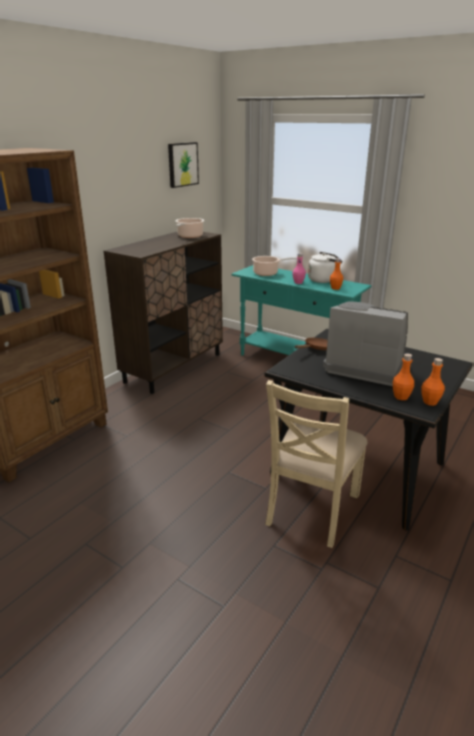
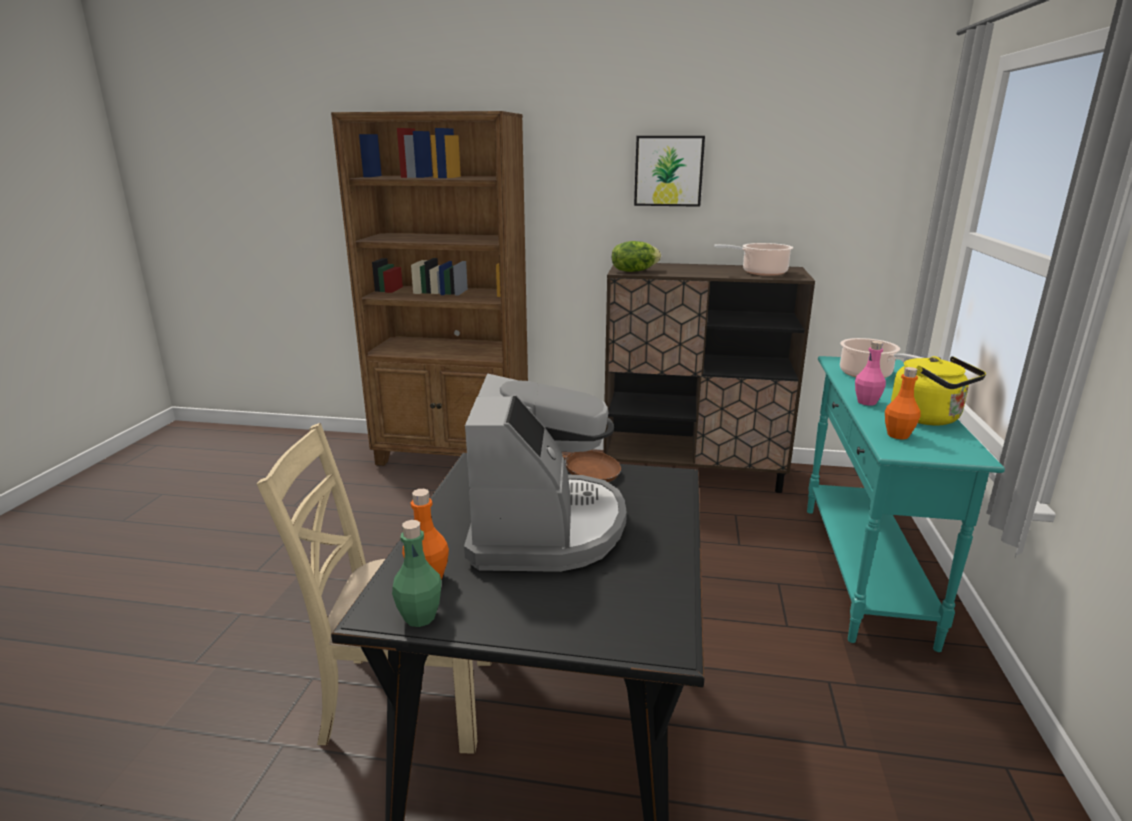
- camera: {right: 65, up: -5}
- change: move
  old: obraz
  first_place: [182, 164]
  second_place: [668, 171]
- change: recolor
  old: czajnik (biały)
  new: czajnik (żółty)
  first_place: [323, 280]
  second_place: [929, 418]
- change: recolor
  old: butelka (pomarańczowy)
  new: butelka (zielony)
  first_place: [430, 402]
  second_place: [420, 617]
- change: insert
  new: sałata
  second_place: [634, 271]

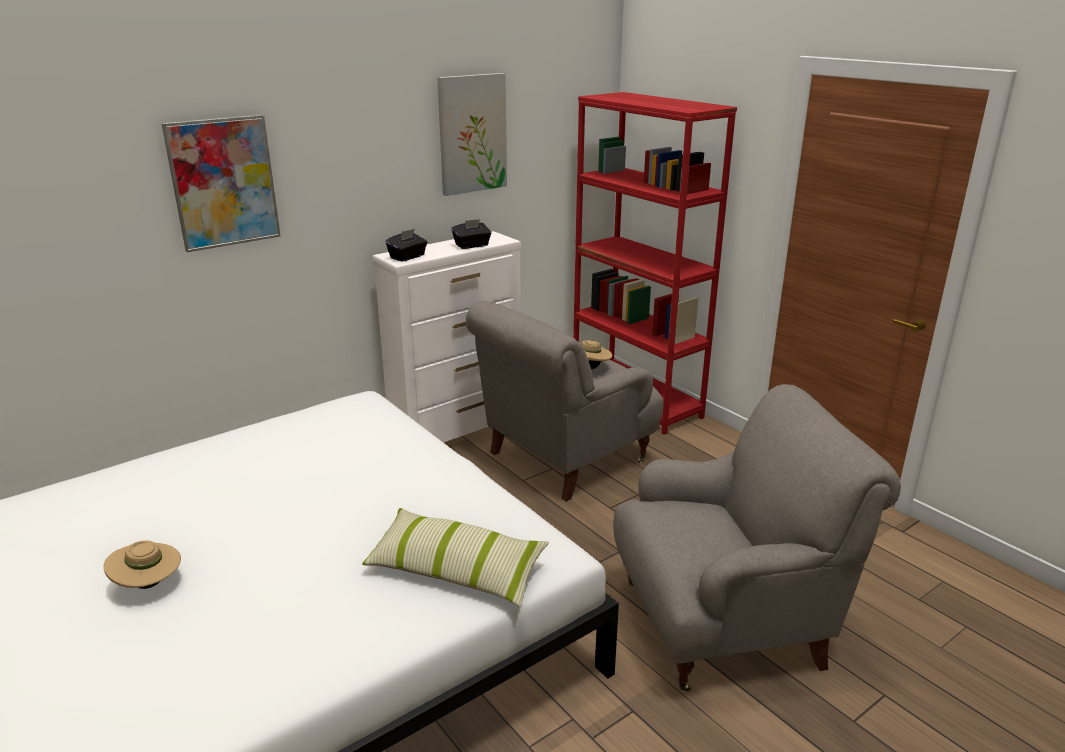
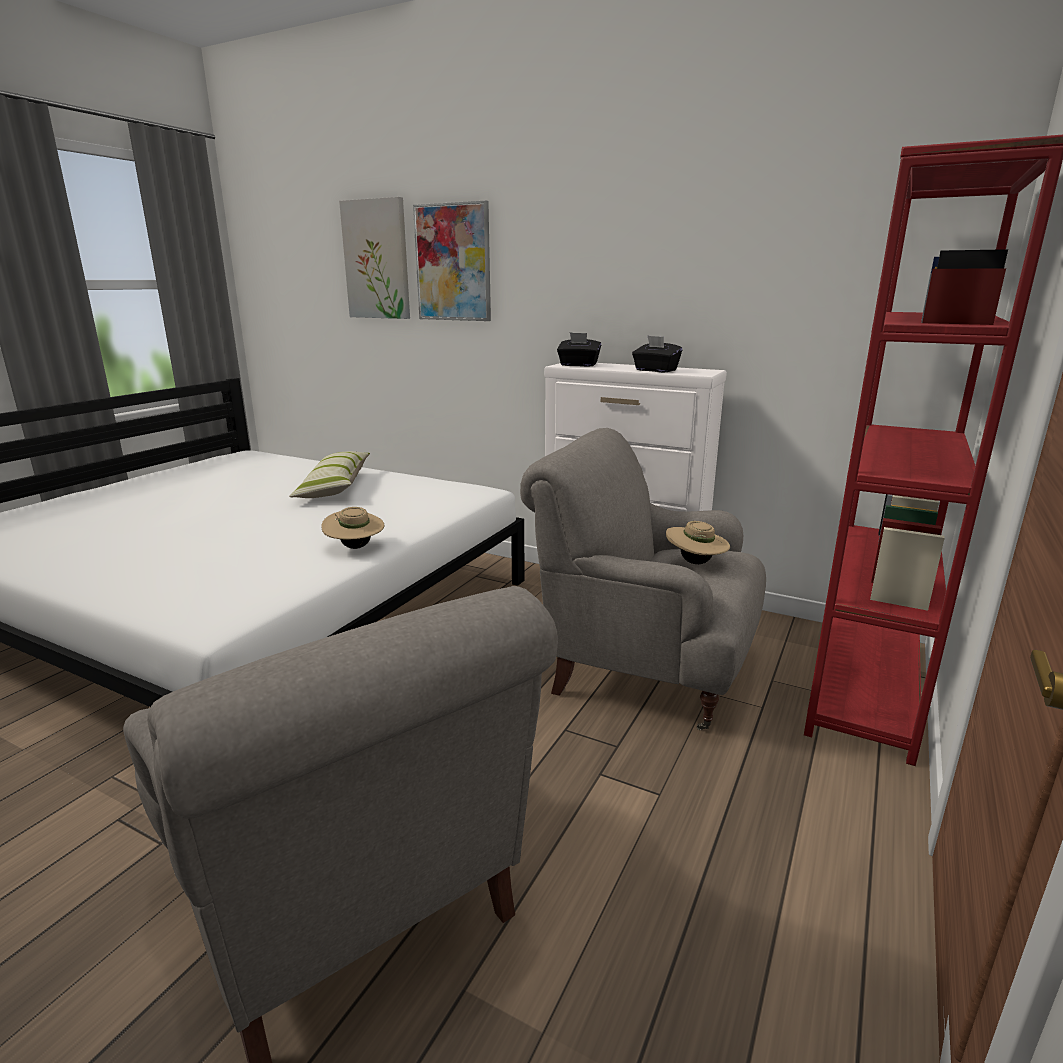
- camera: {right: 65, up: -5}
- change: move
  old: kapelusz (beżowy)
  first_place: [148, 584]
  second_place: [355, 547]
- change: move
  old: poduszka
  first_place: [456, 570]
  second_place: [334, 487]
- change: move
  old: obraz
  first_place: [472, 134]
  second_place: [377, 260]

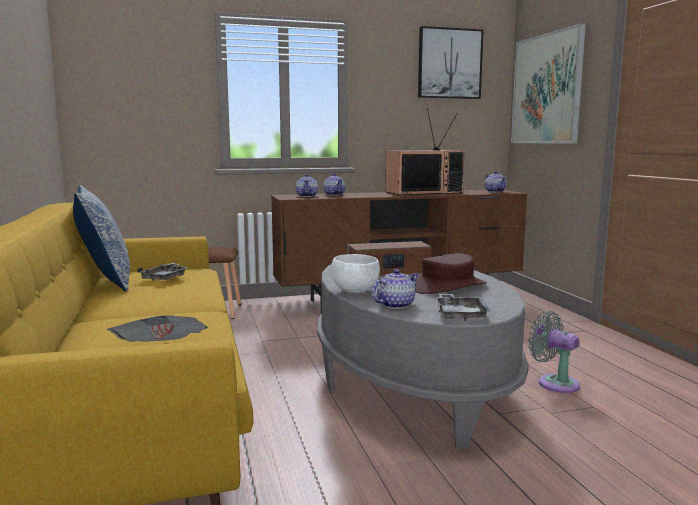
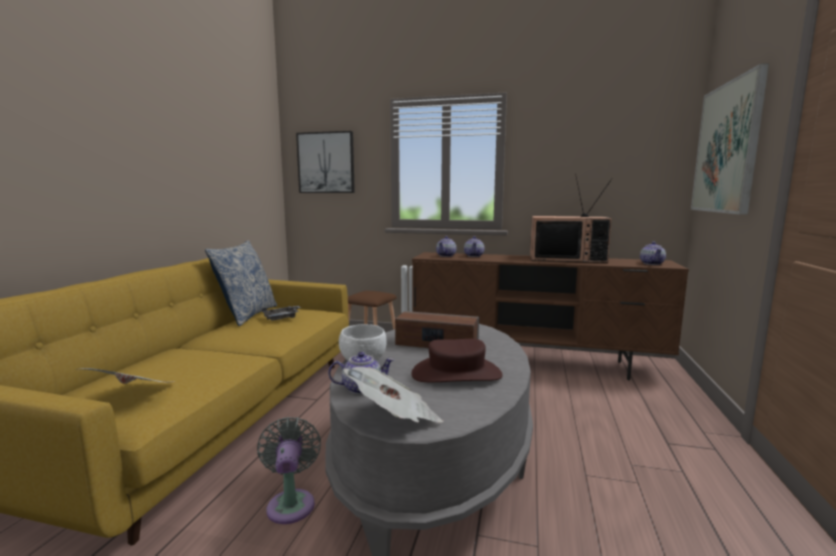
- camera: {right: 30, up: 0}
- change: move
  old: obraz
  first_place: [449, 63]
  second_place: [326, 163]
- change: replace
  old: taca (szary)
  new: gazeta
  first_place: [460, 314]
  second_place: [395, 418]
- change: move
  old: wentylator (szary)
  first_place: [554, 383]
  second_place: [291, 503]

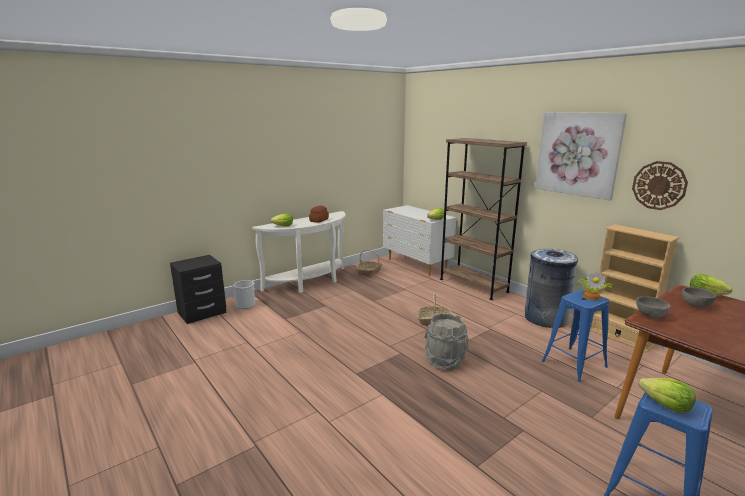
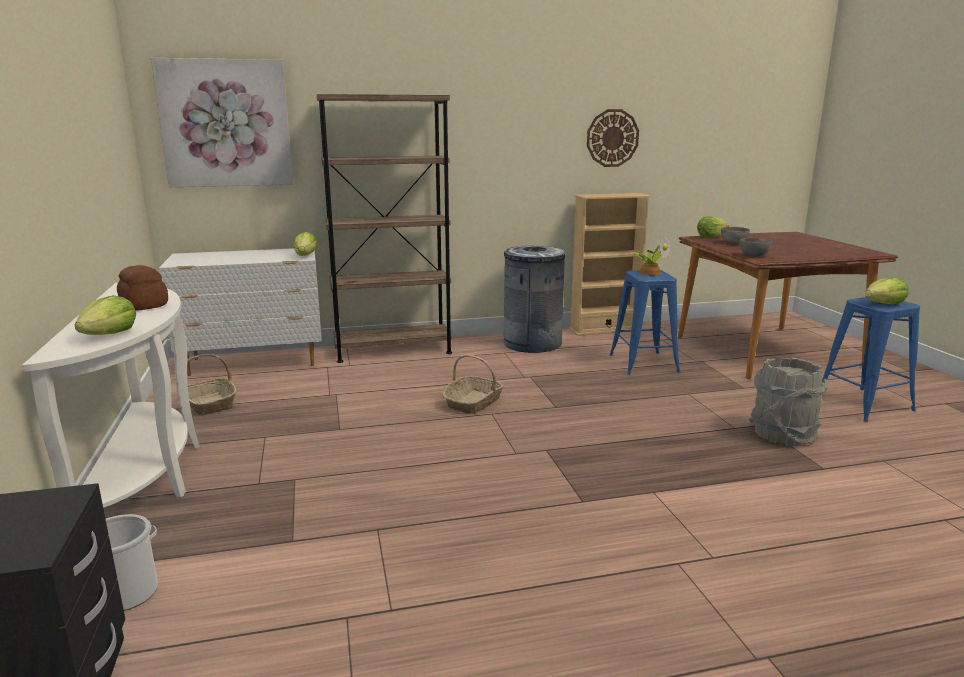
- camera: {right: -65, up: 0}
- change: move
  old: wiadro (szary)
  first_place: [445, 361]
  second_place: [782, 434]
- change: move
  old: obraz
  first_place: [577, 154]
  second_place: [226, 124]

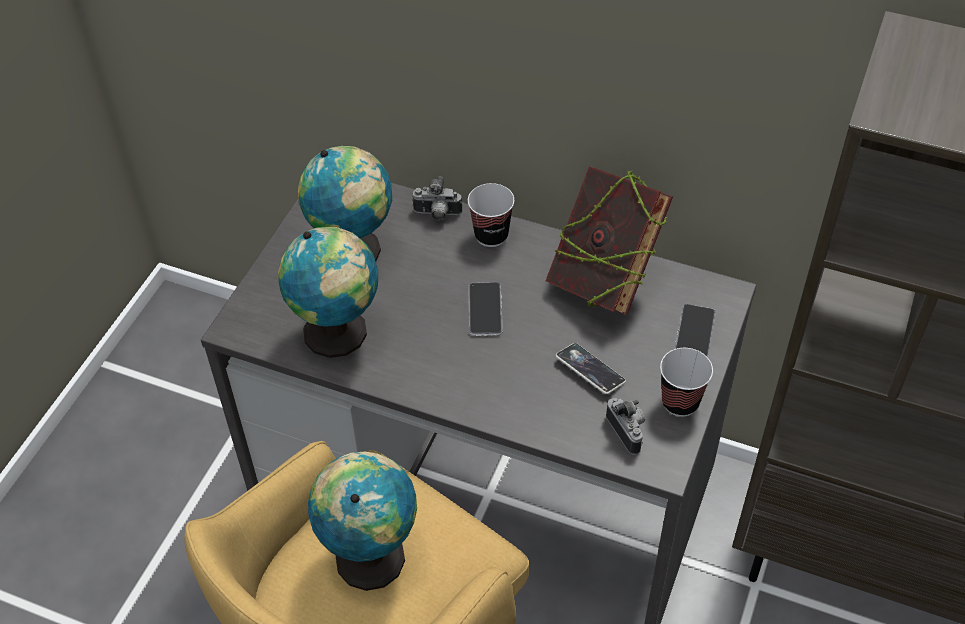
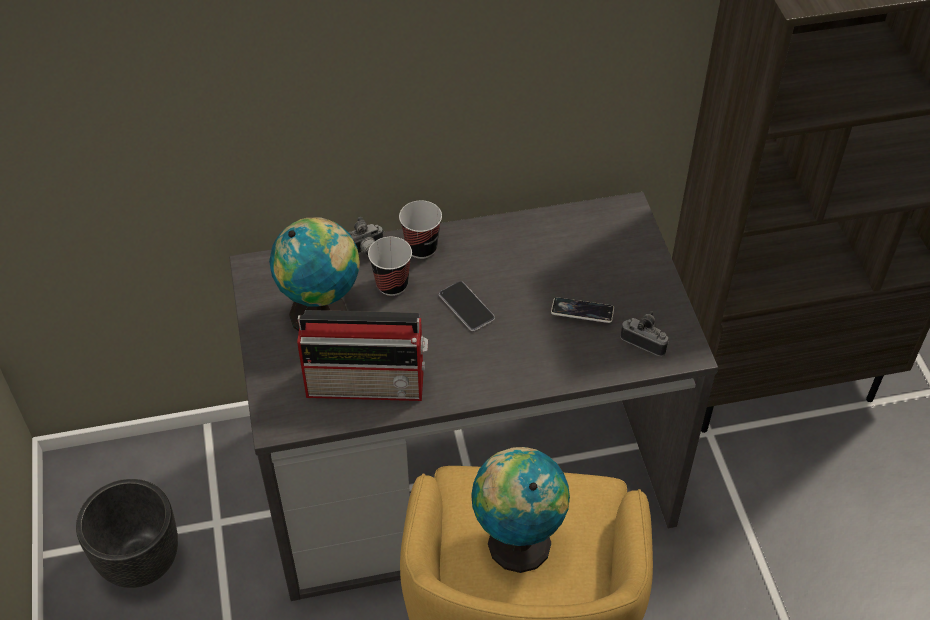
- camera: {right: -35, up: 0}
- change: replace
  old: globus
  new: radio
  first_place: [339, 334]
  second_place: [368, 384]
- change: delete
  old: książka
  first_place: [604, 280]
- change: move
  old: filiżanka
  first_place: [680, 402]
  second_place: [392, 284]
- change: delete
  old: telefon
  first_place: [694, 333]
- change: insert
  new: donica (czarny)
  second_place: [141, 559]

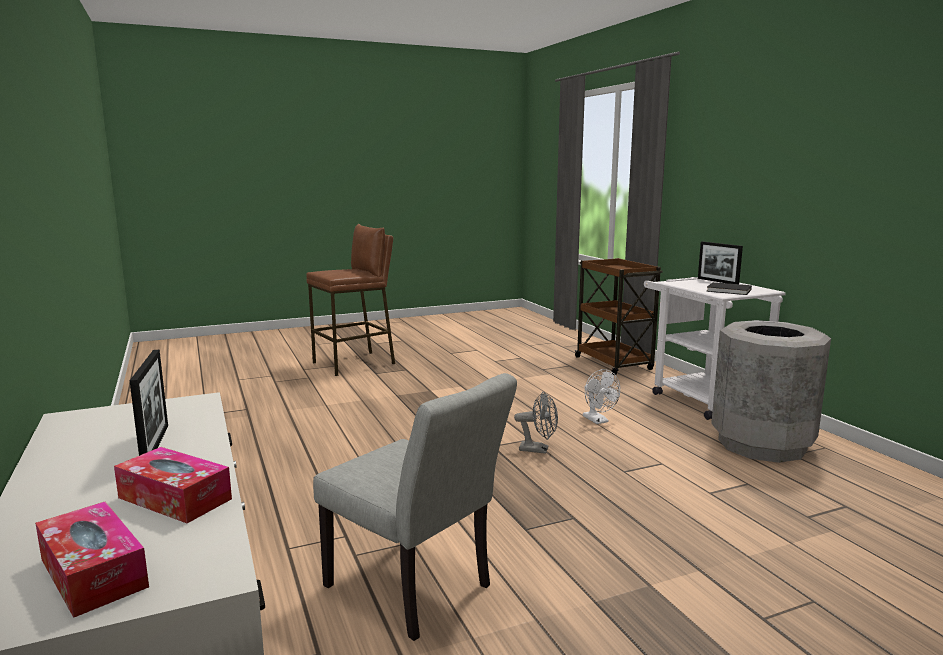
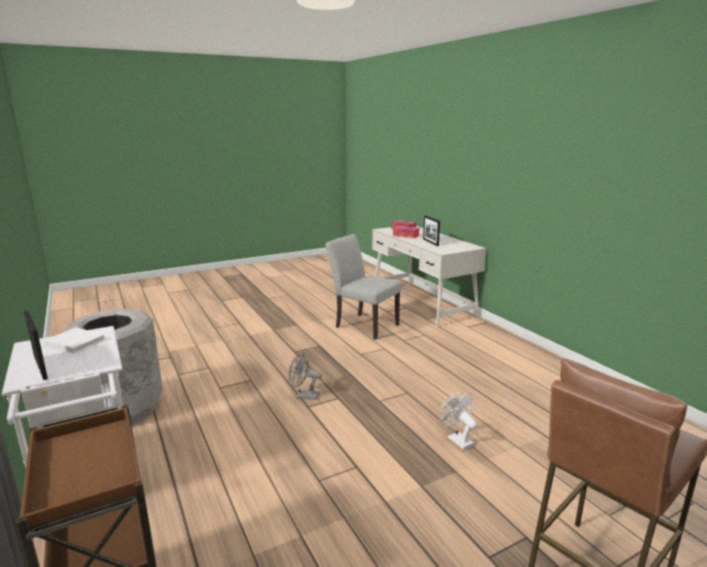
- camera: {right: 175, up: 5}
- change: move
  old: wentylator (biały)
  first_place: [598, 421]
  second_place: [457, 439]
- change: recolor
  old: książka (czarny)
  new: książka (biały)
  first_place: [730, 290]
  second_place: [74, 341]

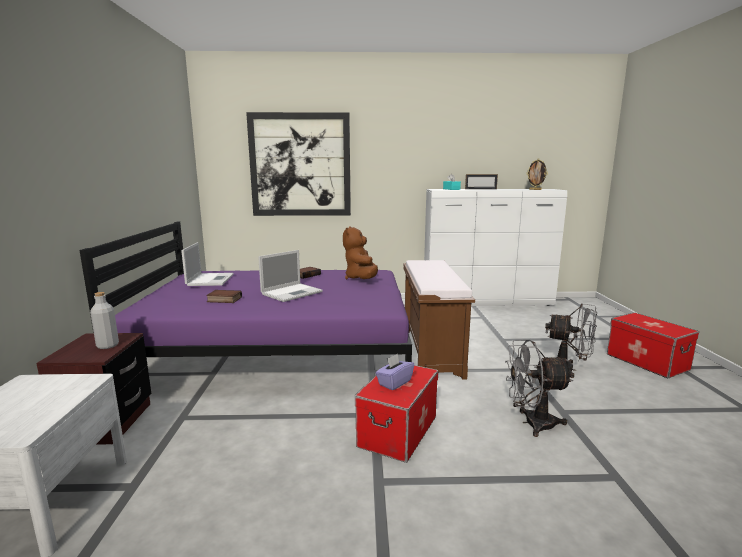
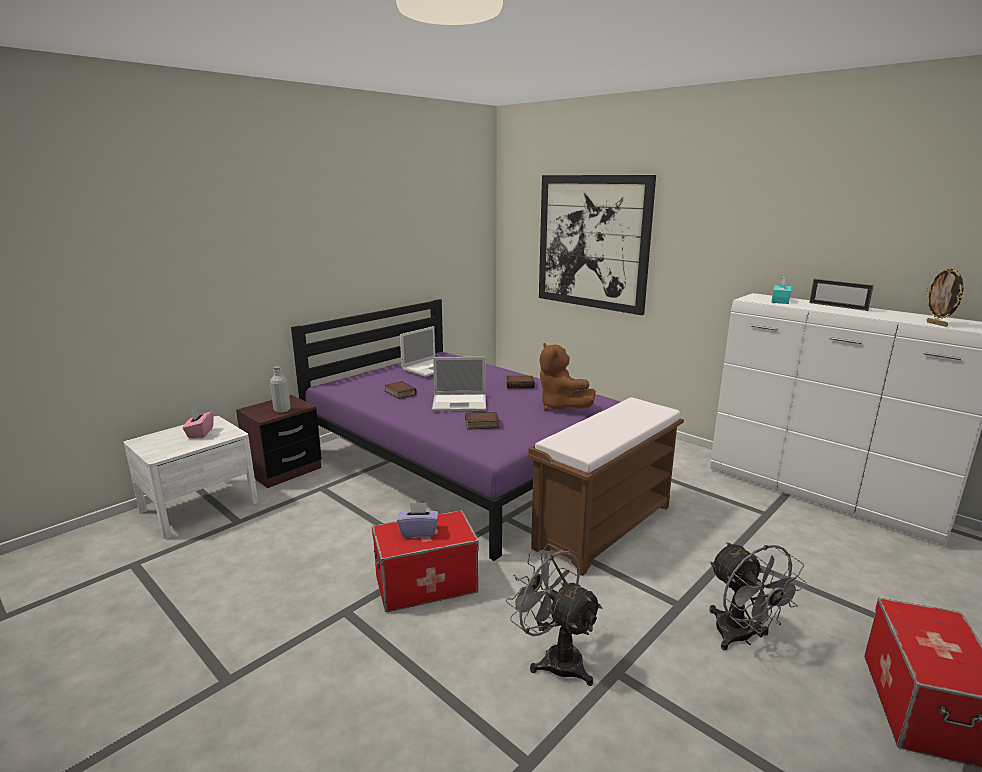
- camera: {right: 45, up: 5}
- change: rotate
  old: pluszak (brązowy)
  first_place: [361, 279]
  second_place: [561, 406]
  degrees: -75
- change: insert
  new: pudełko chusteczek (różowy)
  second_place: [200, 433]
- change: insert
  new: książka
  second_place: [481, 424]

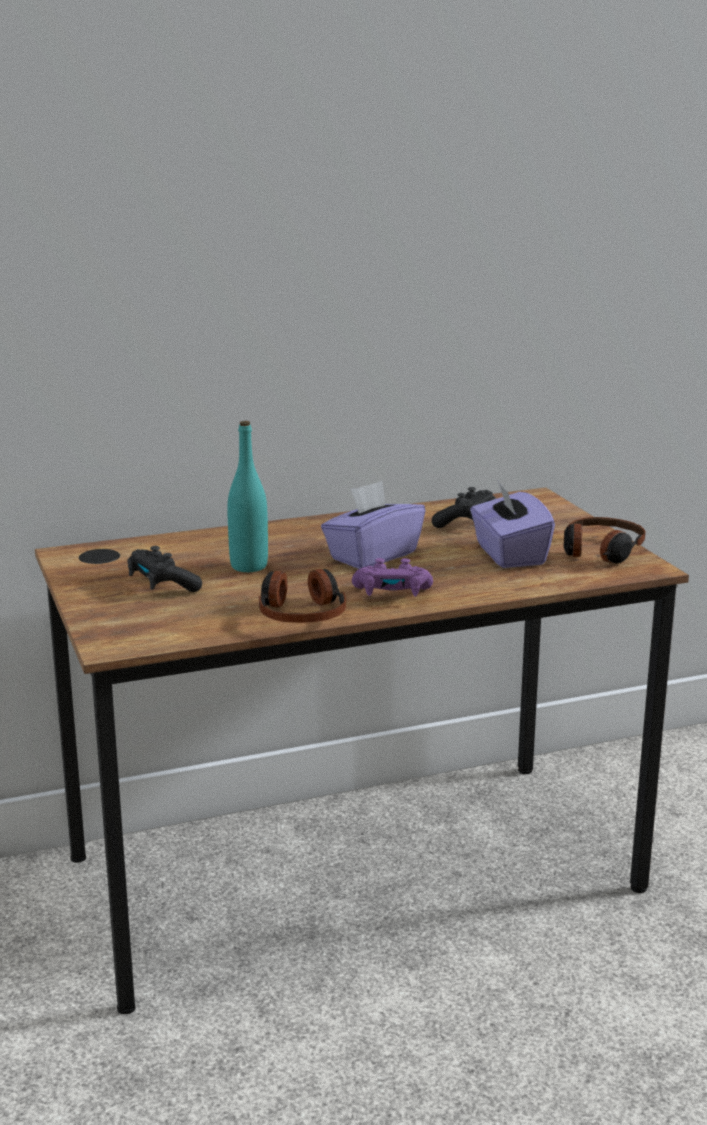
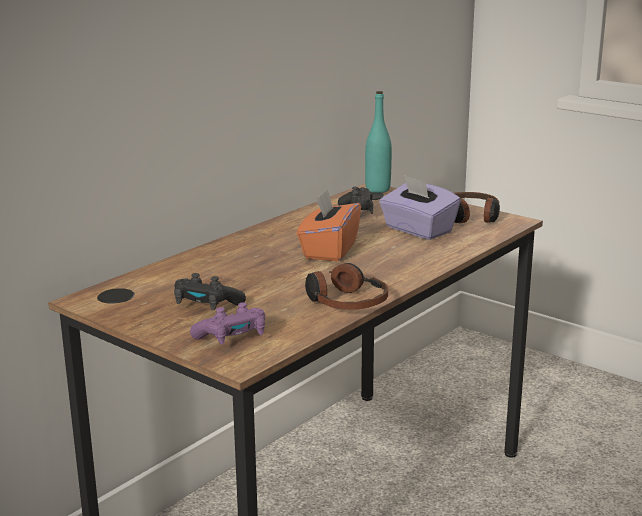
- camera: {right: -30, up: 0}
- change: move
  old: butelka (turkusowy)
  first_place: [249, 566]
  second_place: [377, 189]
- change: recolor
  old: pudełko chusteczek (fioletowy)
  new: pudełko chusteczek (pomarańczowy)
  first_place: [372, 556]
  second_place: [329, 250]
- change: move
  old: pad do gier (fioletowy)
  first_place: [392, 595]
  second_place: [232, 338]

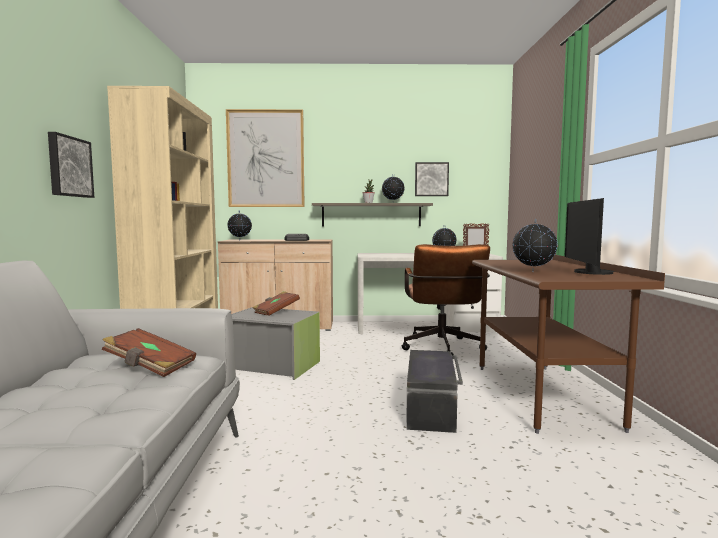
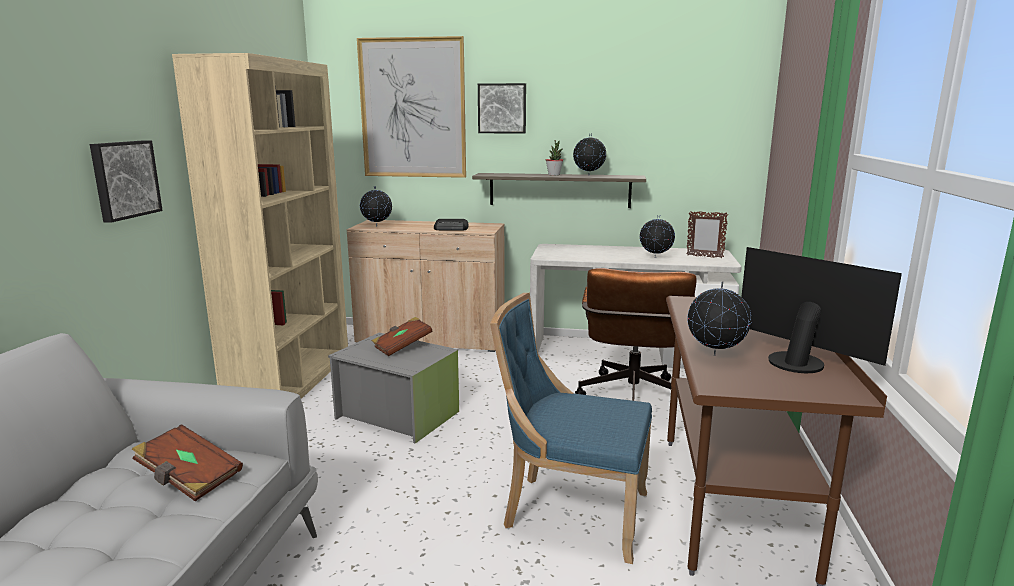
- camera: {right: 10, up: 10}
- change: replace
  old: pojemnik do przechowywania (czarny)
  new: krzesło (niebieski)
  first_place: [431, 408]
  second_place: [570, 512]
- change: move
  old: obraz
  first_place: [431, 179]
  second_place: [502, 108]
- change: rotate
  old: monitor
  first_place: [588, 272]
  second_place: [798, 361]
  degrees: 120

